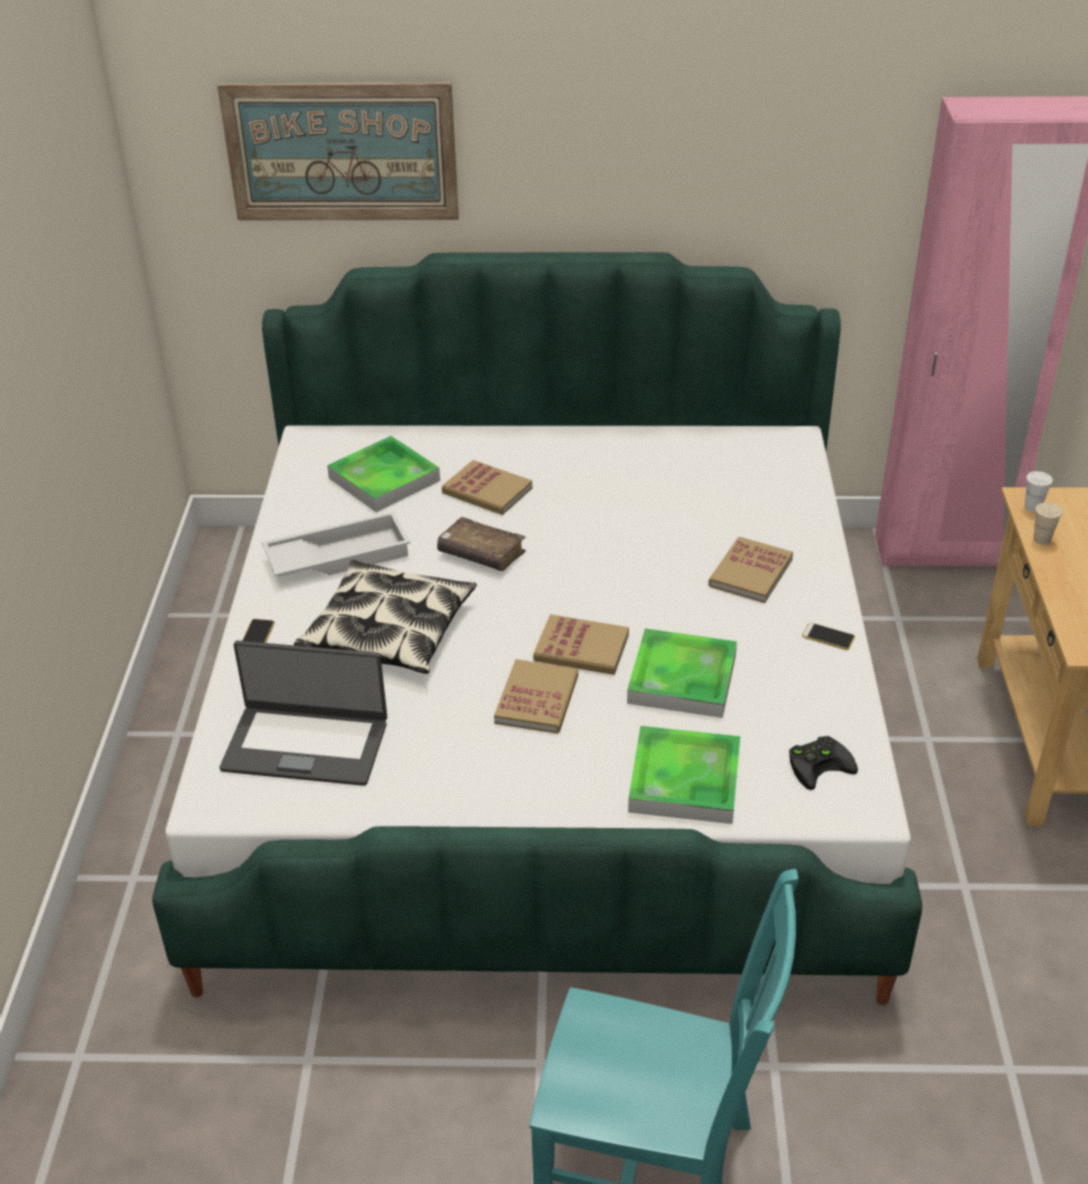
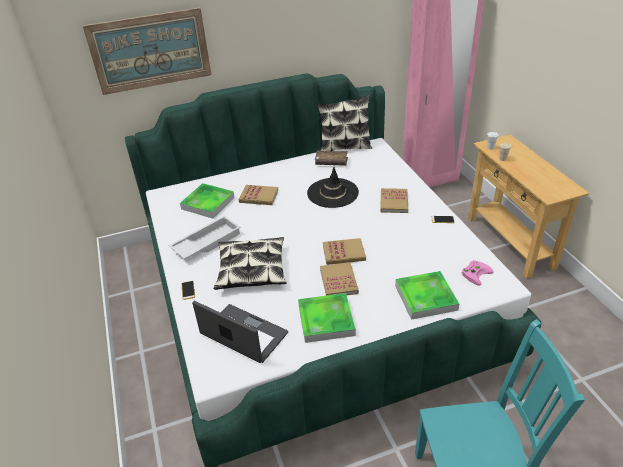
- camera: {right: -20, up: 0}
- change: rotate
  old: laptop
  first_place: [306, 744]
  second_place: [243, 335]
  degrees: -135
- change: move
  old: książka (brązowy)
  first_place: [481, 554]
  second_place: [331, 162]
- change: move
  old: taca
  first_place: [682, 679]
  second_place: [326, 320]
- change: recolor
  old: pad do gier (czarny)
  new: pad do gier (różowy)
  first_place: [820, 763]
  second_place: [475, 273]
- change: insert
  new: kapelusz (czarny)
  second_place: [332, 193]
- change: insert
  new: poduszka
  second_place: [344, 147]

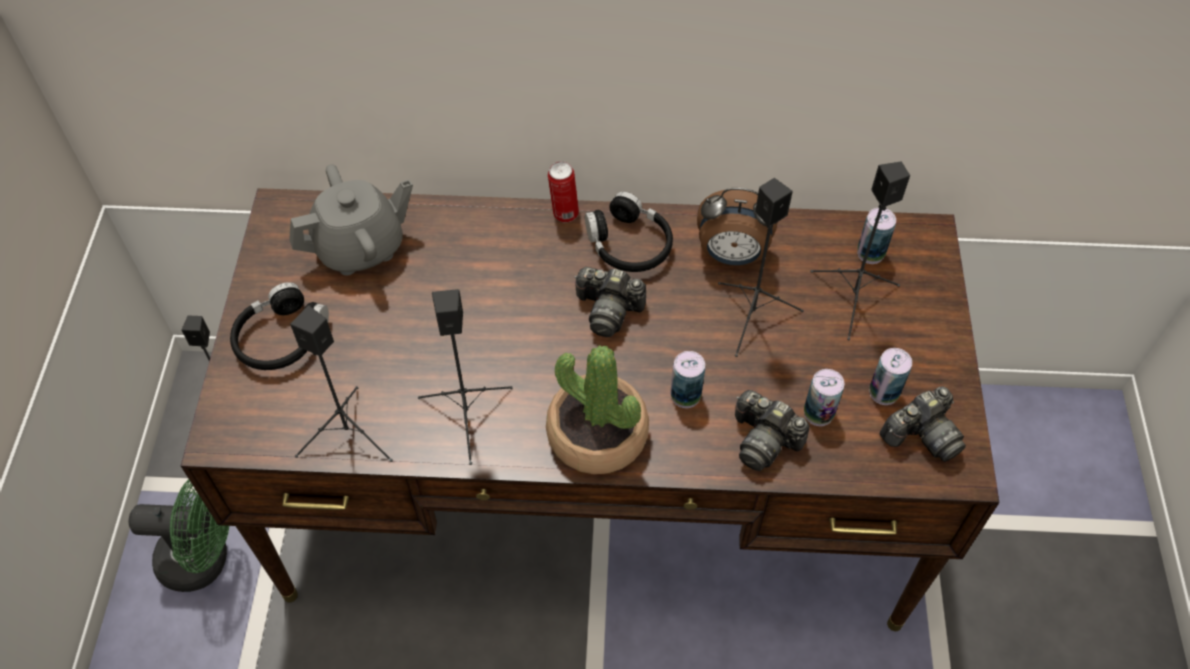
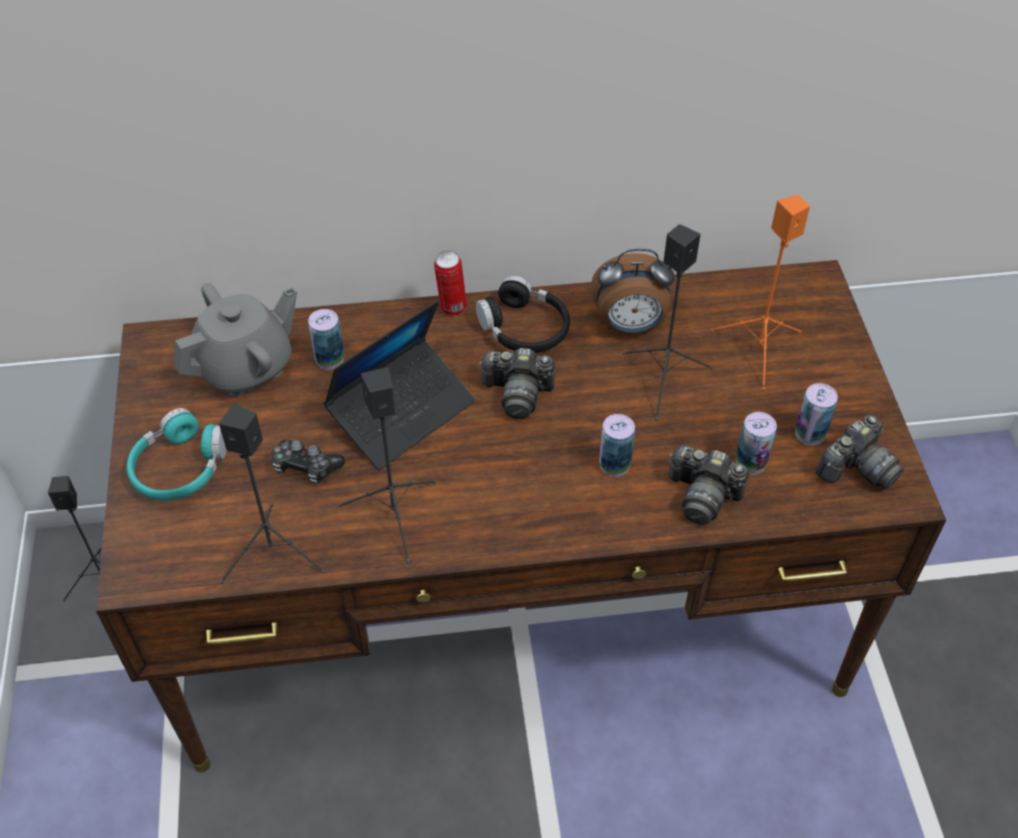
- camera: {right: -10, up: -5}
- change: delete
  old: wentylator (zielony)
  first_place: [205, 559]
- change: recolor
  old: słuchawki (czarny)
  new: słuchawki (turkusowy)
  first_place: [281, 338]
  second_place: [180, 467]
- change: delete
  old: roślina doniczkowa
  first_place: [597, 435]
- change: recolor
  old: głośnik (czarny)
  new: głośnik (pomarańczowy)
  first_place: [853, 299]
  second_place: [759, 350]
- change: move
  old: puszka
  first_place: [870, 253]
  second_place: [329, 359]
- change: insert
  new: pad do gier
  second_place: [305, 467]
- change: insert
  new: laptop
  second_place: [402, 412]

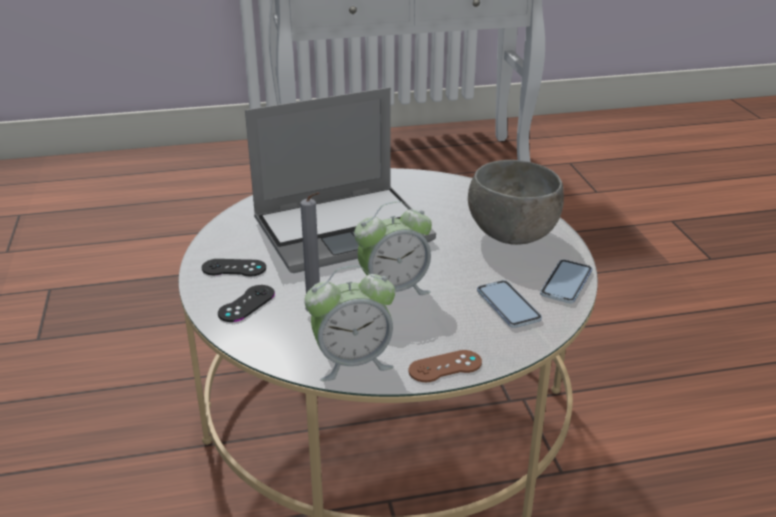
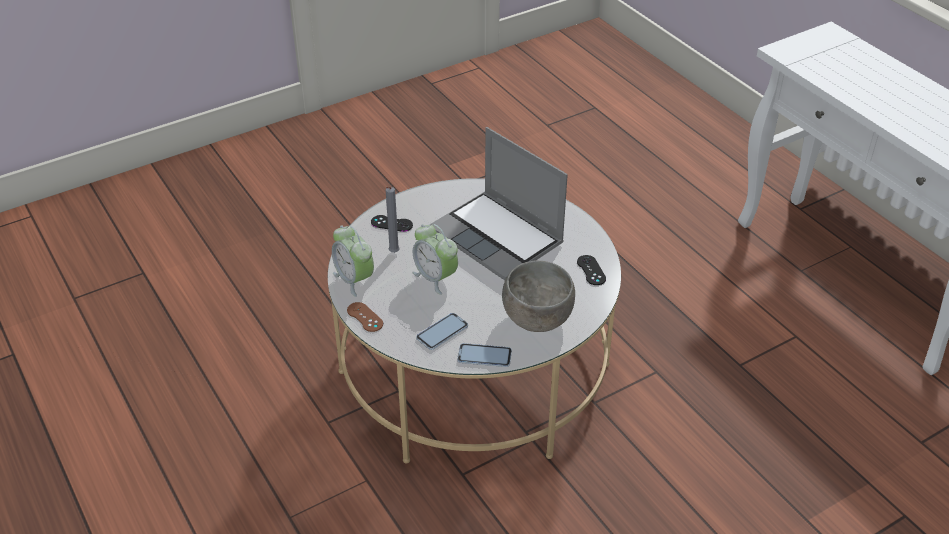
- camera: {right: 70, up: 10}
- change: move
  old: pad do gier (czarny)
  first_place: [234, 268]
  second_place: [591, 270]

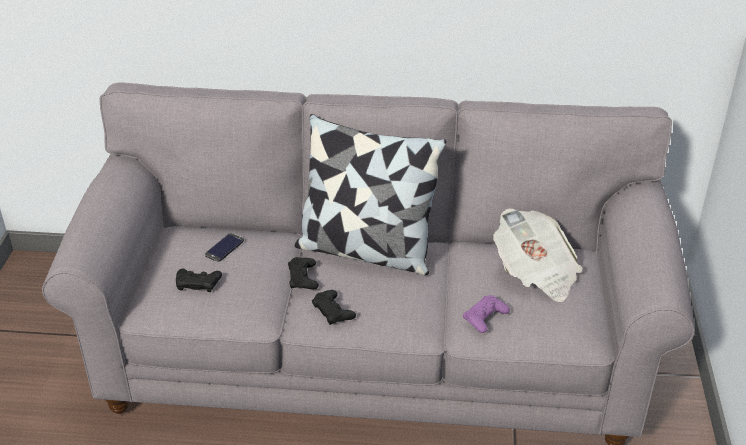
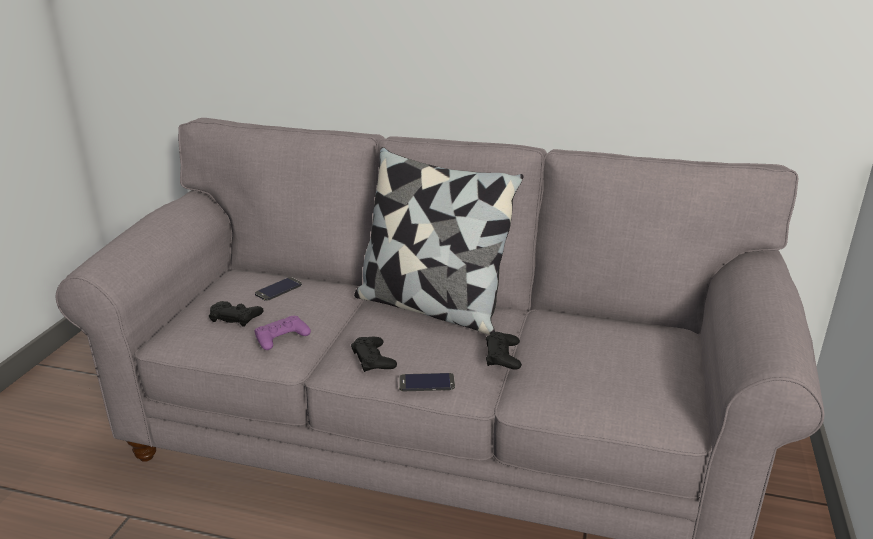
- camera: {right: 10, up: -10}
- change: move
  old: pad do gier (czarny)
  first_place: [303, 277]
  second_place: [503, 356]
- change: move
  old: pad do gier (fioletowy)
  first_place: [485, 317]
  second_place: [281, 337]
- change: delete
  old: gazeta
  first_place: [536, 273]
- change: insert
  new: telefon
  second_place: [426, 383]

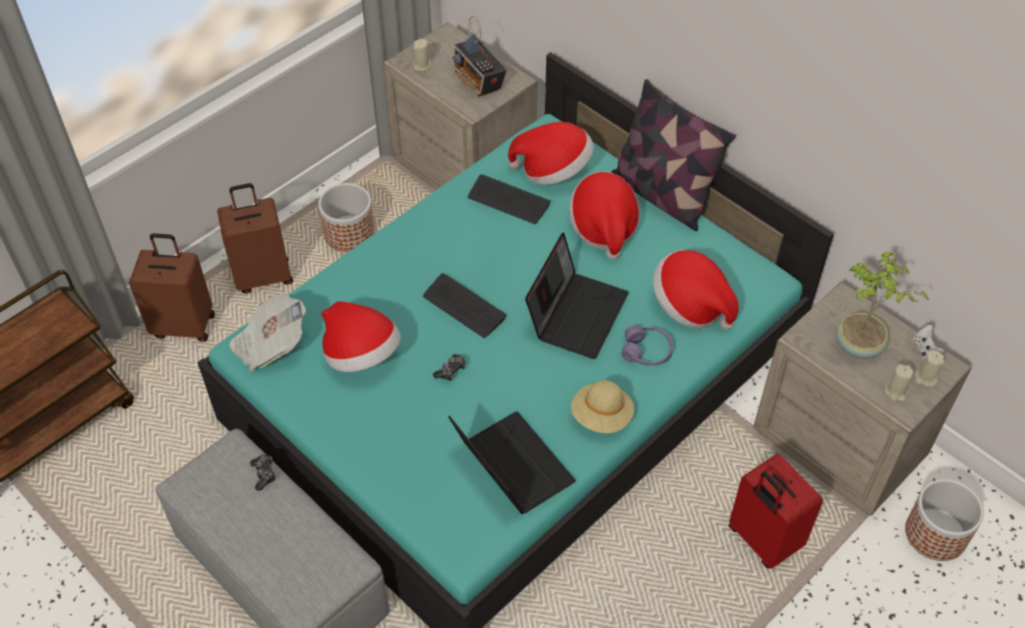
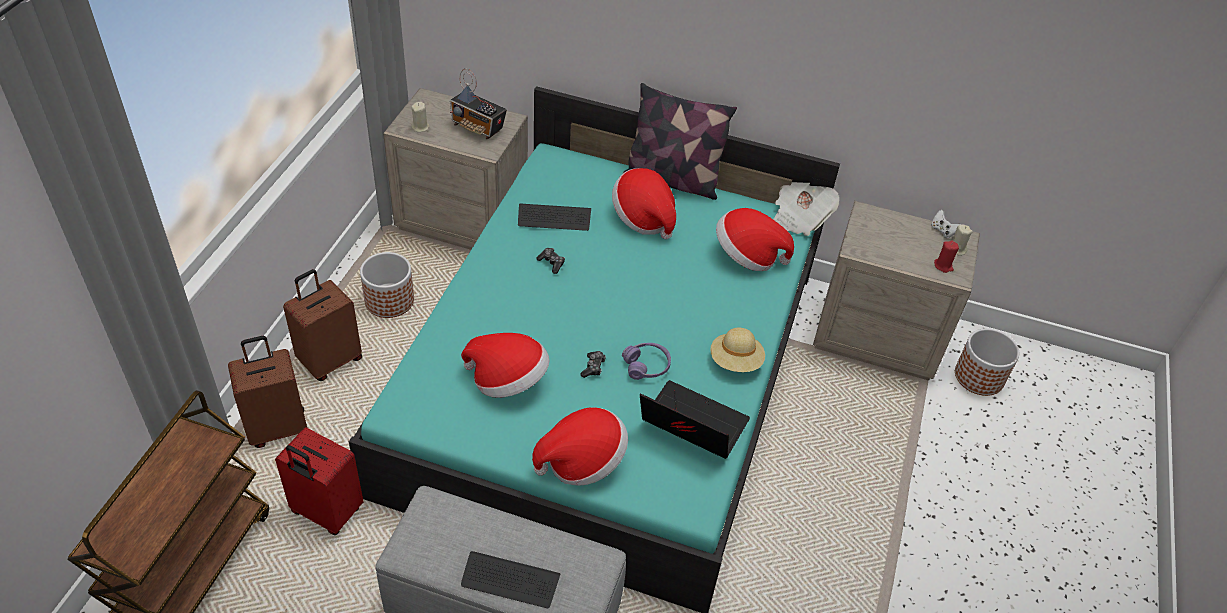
- camera: {right: -30, up: -5}
- change: move
  old: gazeta
  first_place: [270, 344]
  second_place: [800, 217]
- change: move
  old: pad do gier
  first_place: [264, 474]
  second_place: [551, 263]
- change: move
  old: klawiatura
  first_place: [464, 307]
  second_place: [510, 581]
- change: move
  old: kapelusz
  first_place: [553, 170]
  second_place: [582, 461]
- change: delete
  old: laptop
  first_place: [576, 313]
- change: move
  old: słuchawki (fioletowy)
  first_place: [646, 351]
  second_place: [646, 366]
- change: move
  old: walizka (czerwony)
  first_place: [762, 540]
  second_place: [326, 512]
- change: delete
  old: roślina doniczkowa
  first_place: [858, 347]
- change: recolor
  old: świeca (beżowy)
  new: świeca (czerwony)
  first_place: [896, 391]
  second_place: [943, 266]

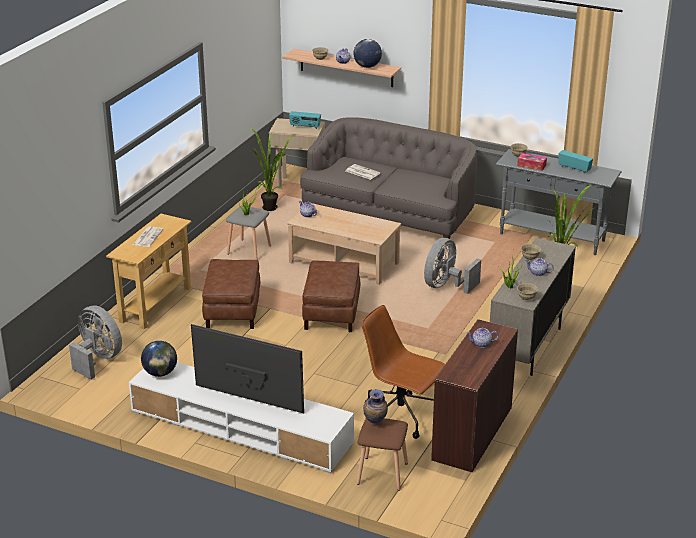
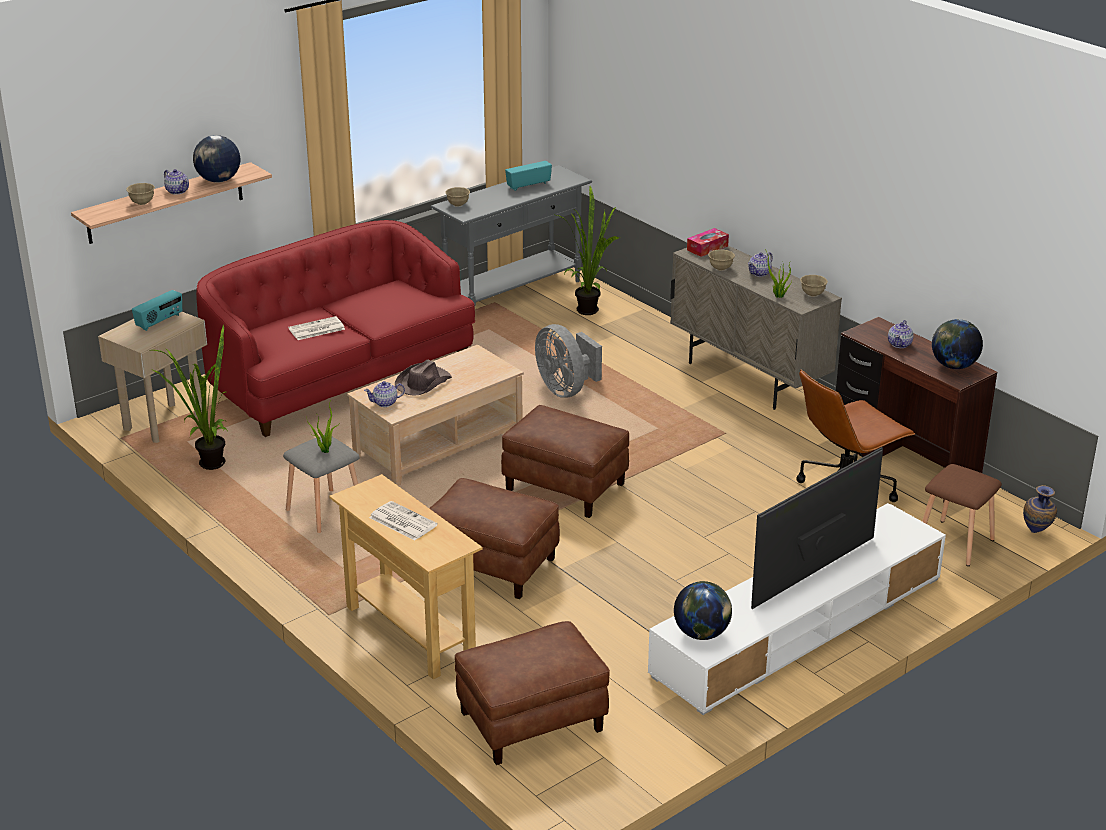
- camera: {right: -65, up: 0}
- change: replace
  old: wentylator (szary)
  new: pufa (brązowy)
  first_place: [98, 359]
  second_place: [531, 722]
- change: recolor
  old: kanapa (szary)
  new: kanapa (czerwony)
  first_place: [390, 214]
  second_place: [339, 377]
- change: move
  old: wazon
  first_place: [375, 424]
  second_place: [1036, 532]
- change: move
  old: pudełko chusteczek
  first_place: [531, 165]
  second_place: [707, 248]
- change: insert
  new: kapelusz (brązowy)
  second_place: [422, 383]
- change: insert
  new: globus
  second_place: [954, 366]

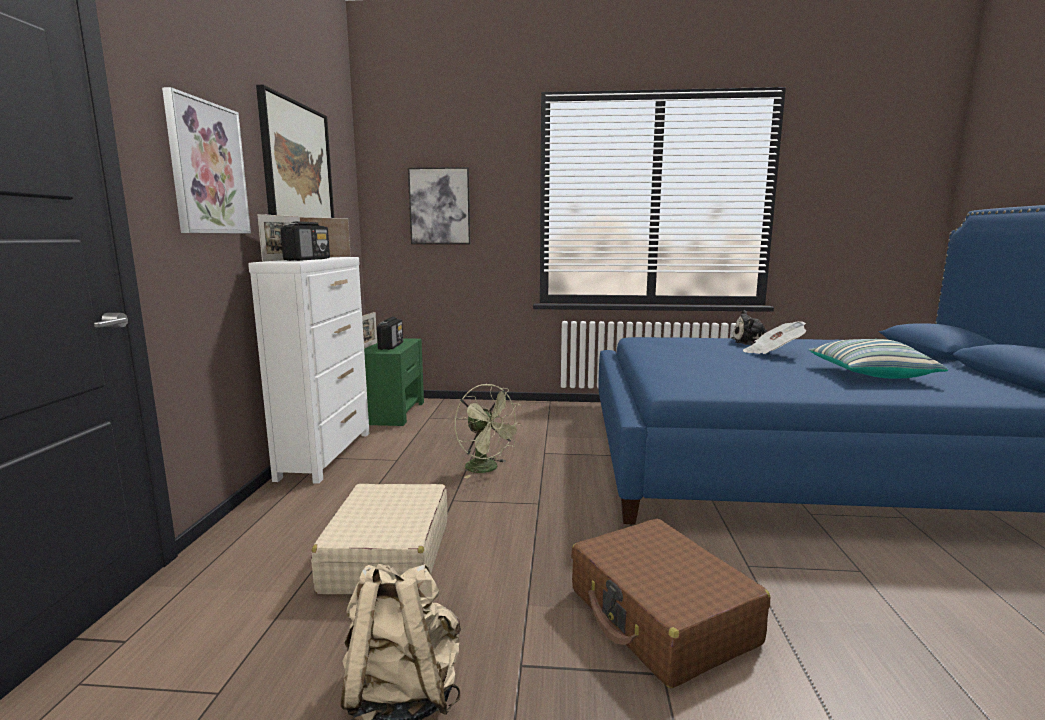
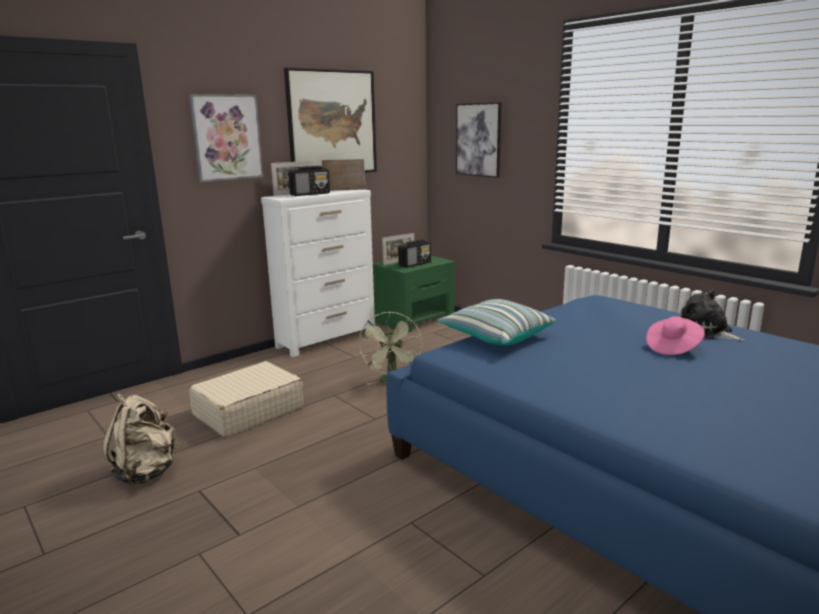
- camera: {right: 45, up: 5}
- change: delete
  old: walizka (brązowy)
  first_place: [661, 617]
- change: replace
  old: gazeta
  new: kapelusz (różowy)
  first_place: [772, 352]
  second_place: [672, 347]
- change: move
  old: poduszka
  first_place: [869, 375]
  second_place: [496, 336]

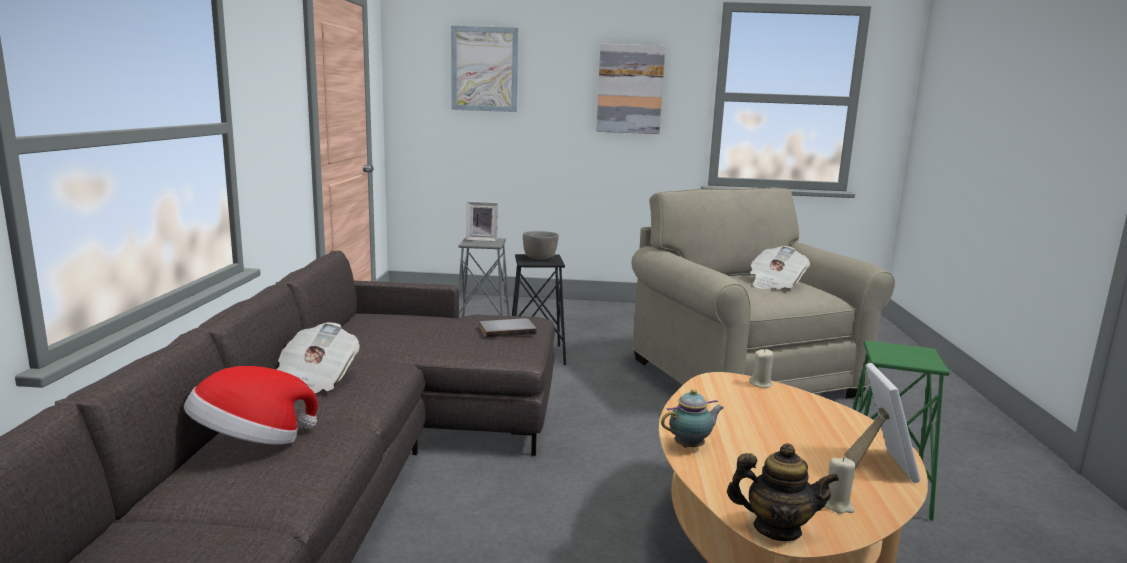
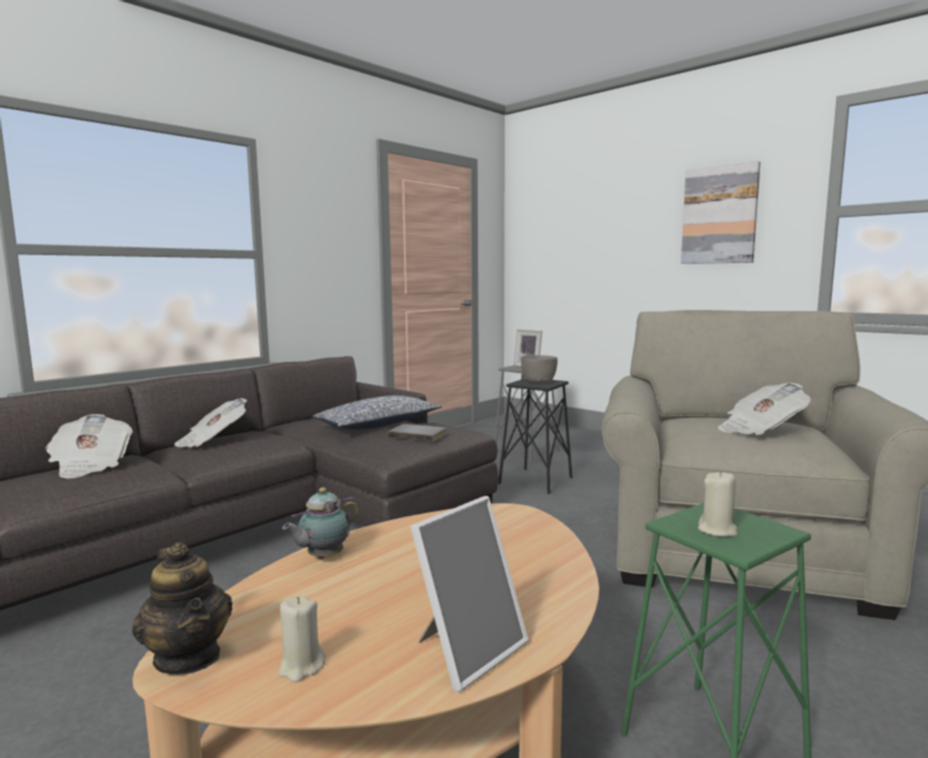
- camera: {right: 40, up: -5}
- change: replace
  old: kapelusz
  new: gazeta
  first_place: [251, 443]
  second_place: [90, 466]
- change: delete
  old: obraz
  first_place: [484, 69]
- change: rotate
  old: imbryk
  first_place: [691, 446]
  second_place: [323, 557]
  degrees: 120
- change: move
  old: świeca (beżowy)
  first_place: [761, 384]
  second_place: [717, 530]
- change: insert
  new: poduszka
  second_place: [378, 425]

